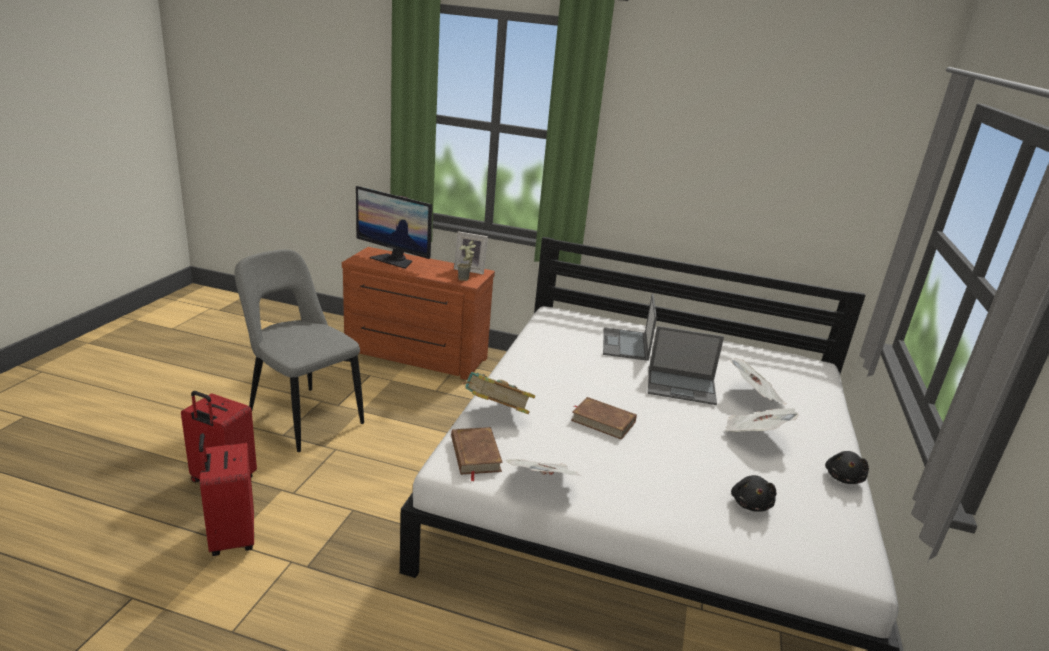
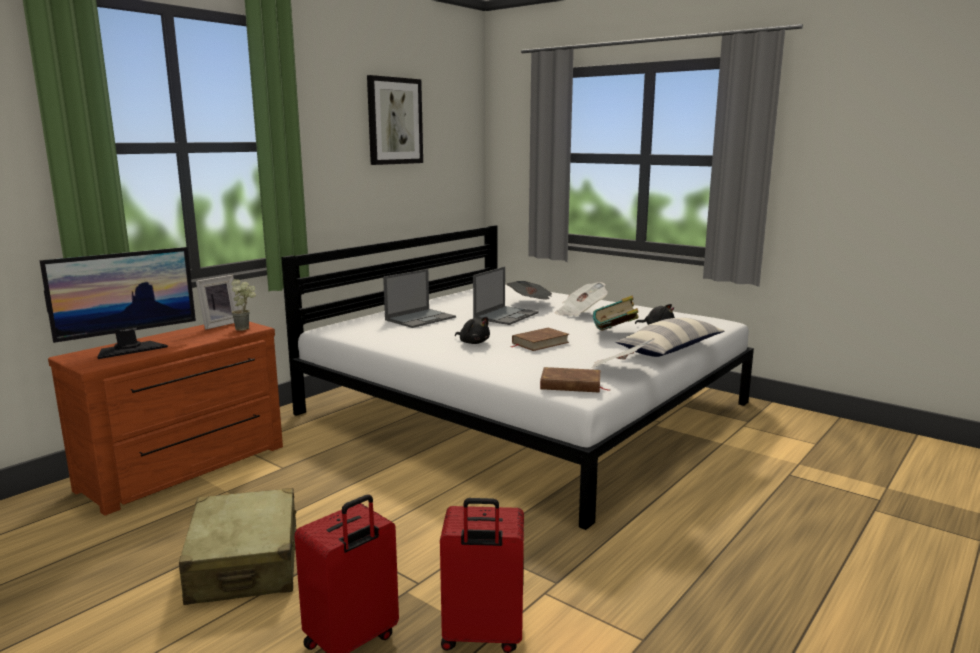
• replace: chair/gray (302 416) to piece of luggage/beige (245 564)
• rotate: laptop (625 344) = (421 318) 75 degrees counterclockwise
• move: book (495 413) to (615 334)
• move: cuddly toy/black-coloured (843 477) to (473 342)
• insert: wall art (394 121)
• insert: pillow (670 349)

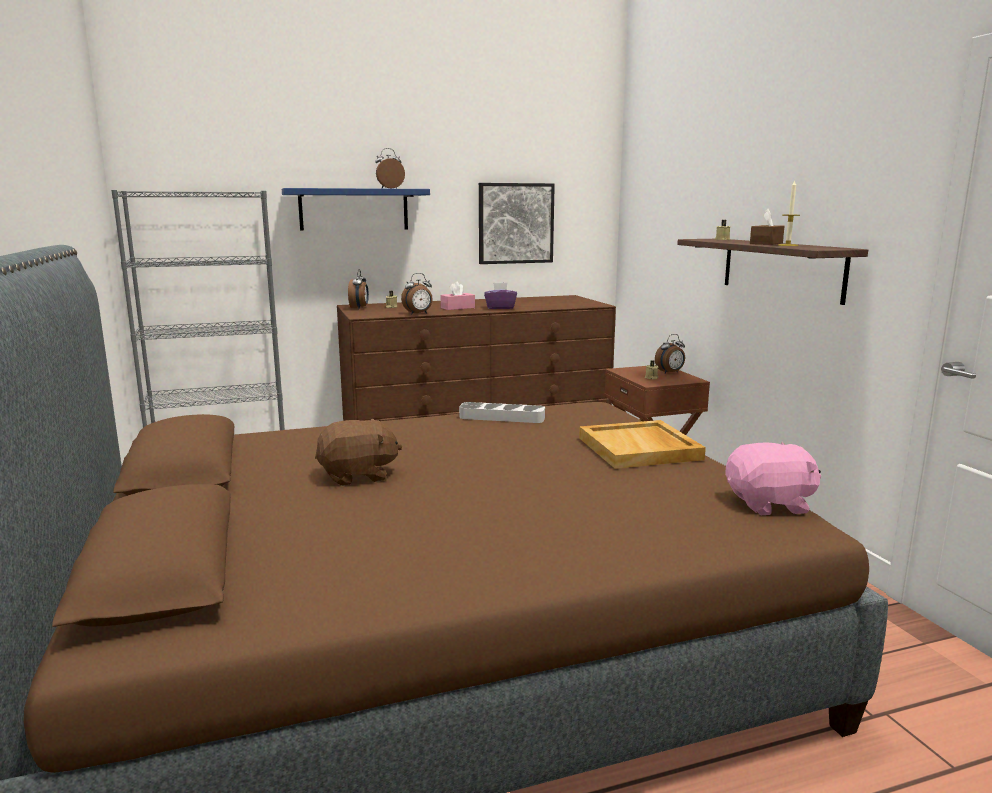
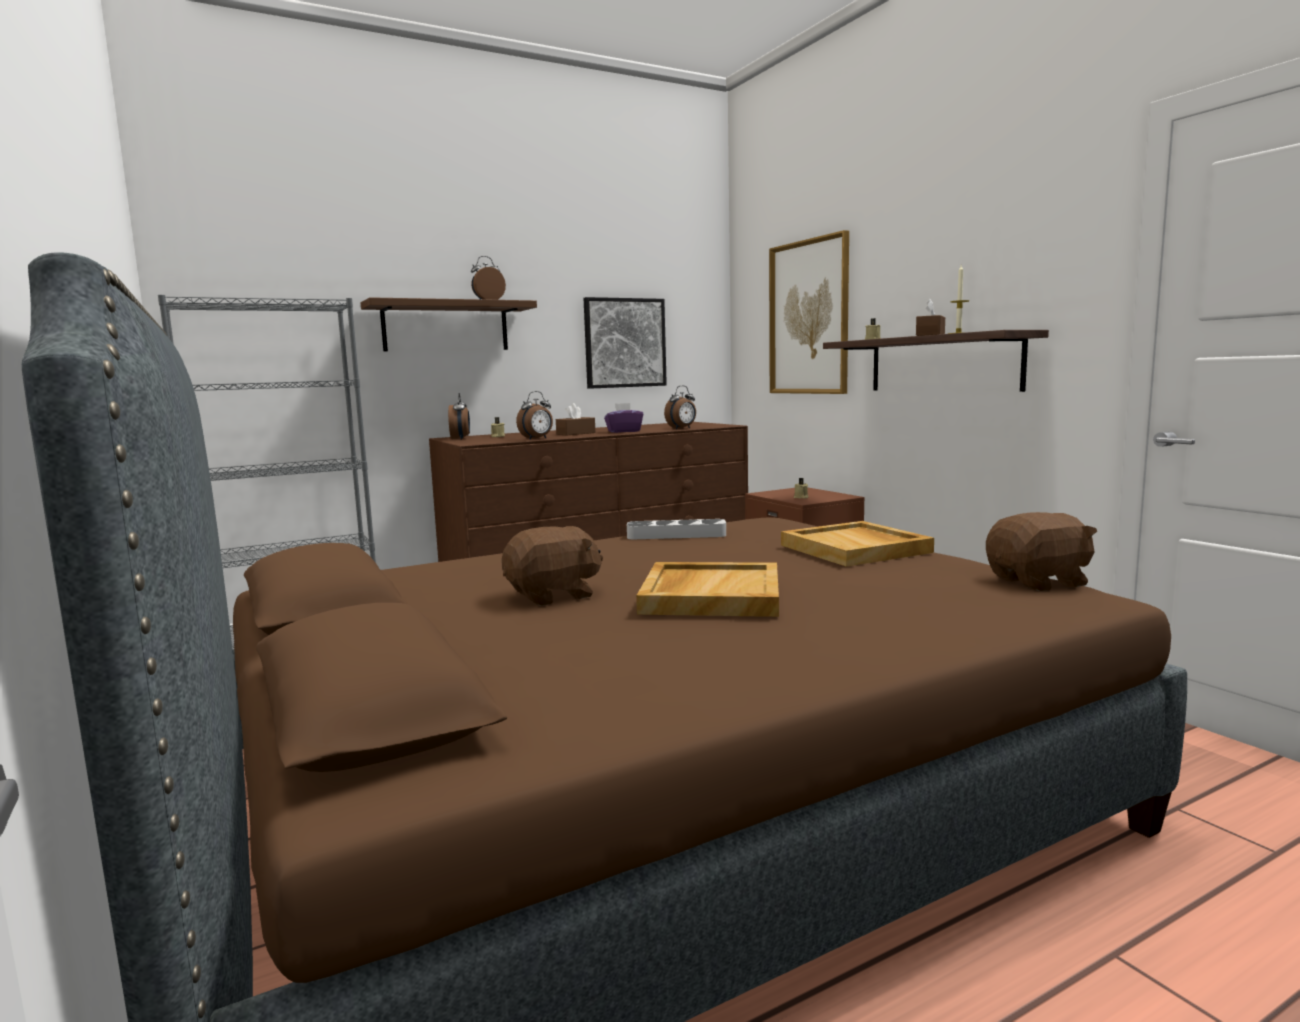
• recolor: wall shelf/blue (354 209) to wall shelf/brownish (445 327)
• recolor: box of tissues/pink-coloured (457 308) to box of tissues/brownish (576 433)
• move: alarm clock (670 373) to (682 428)
• recolor: cuddly toy/pink-coloured (769 504) to cuddly toy/brownish (1039 582)
• insert: wall art (809 318)
• insert: serving tray/beige (710 595)

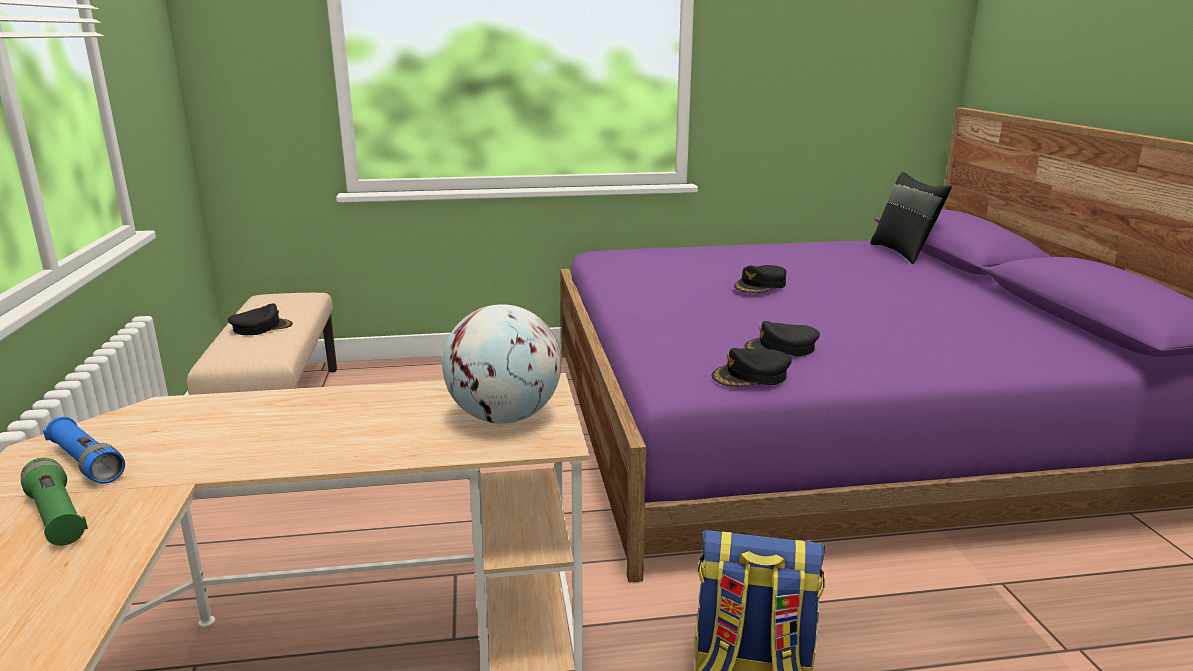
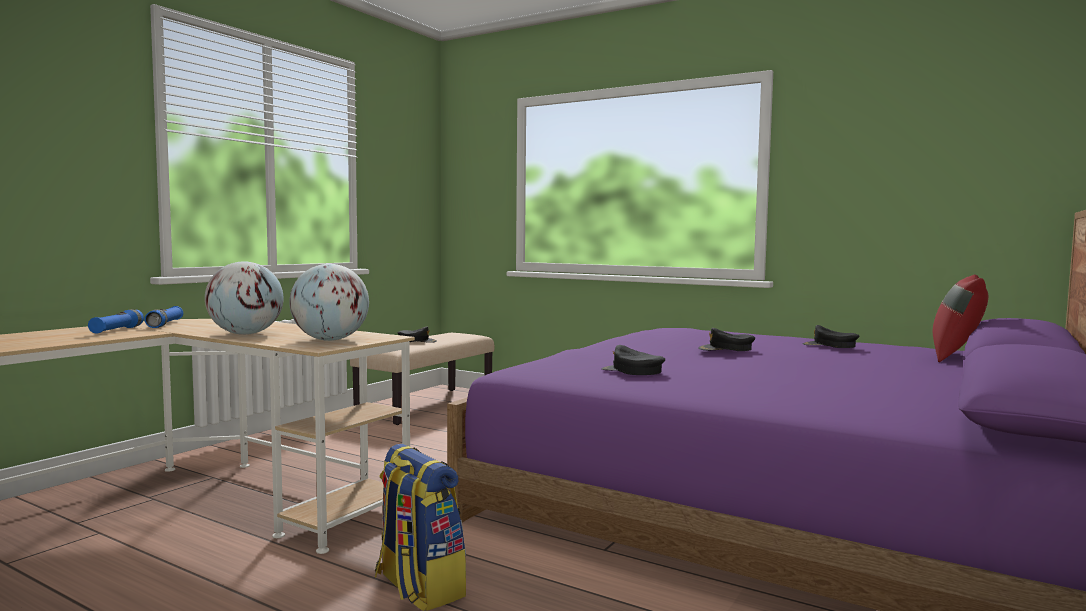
• recolor: pillow/black-coloured (904 253) to pillow/red (956 357)
• move: baseball cap/black-coloured (751 376) to (830 345)
• recolor: flashlight/greenish (57 516) to flashlight/blue (117 330)
• insert: desk globe (245 334)

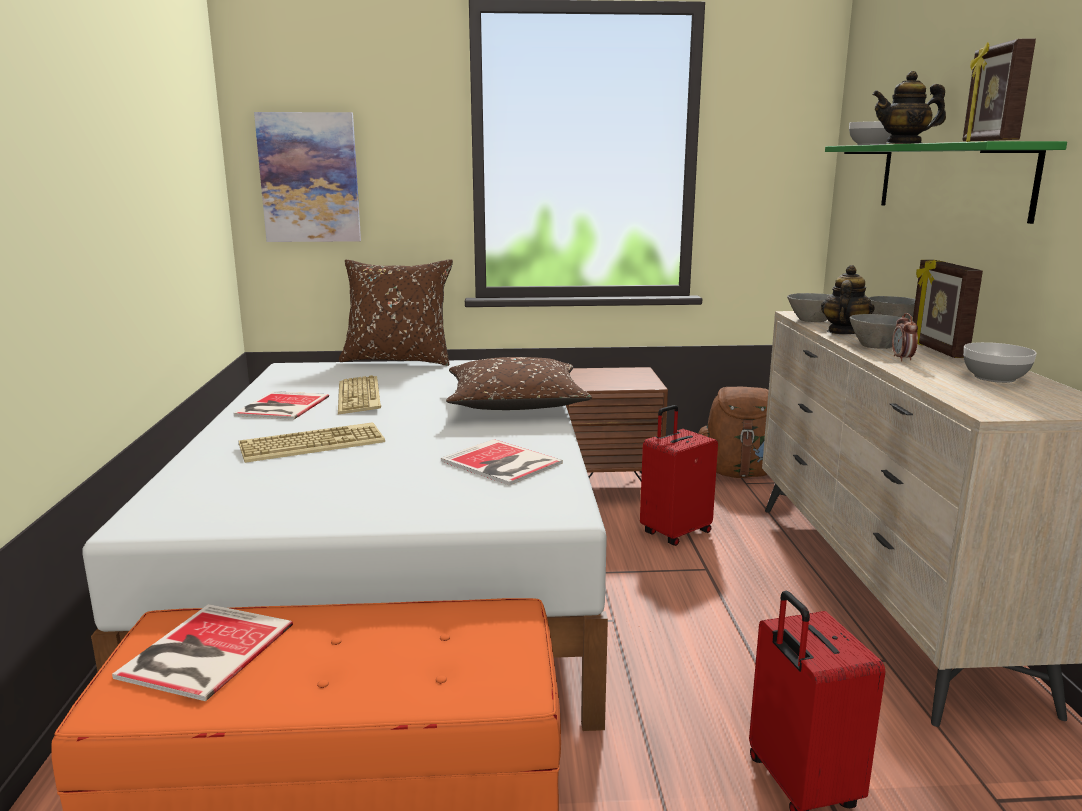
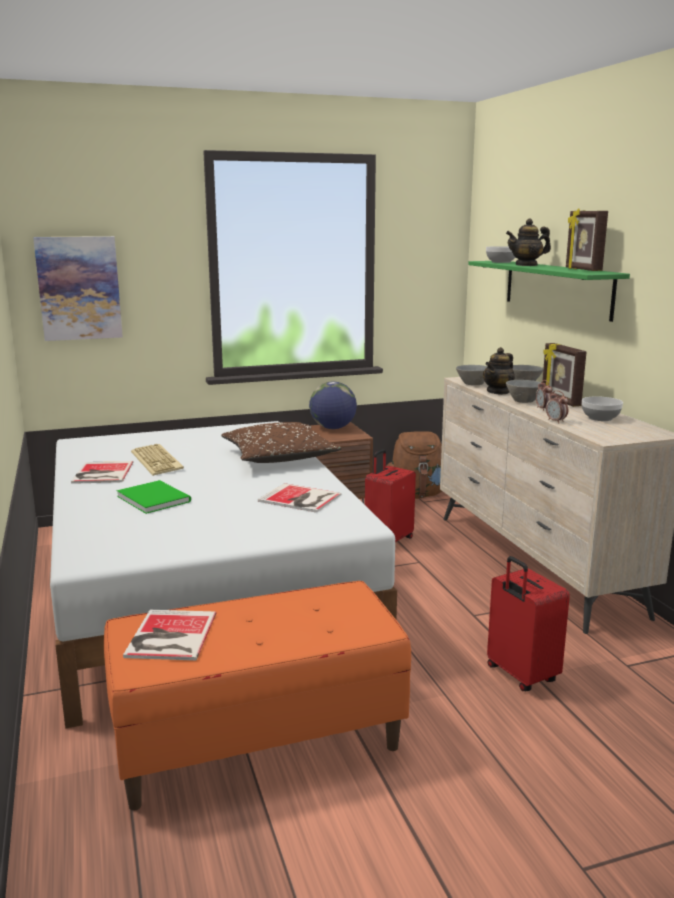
• delete: pillow/brownish (398 360)
• rotate: teapot (843 332) = (498 392) 150 degrees counterclockwise
• replace: PC keyboard (313 443) to book/greenish (154 498)
• insert: desk globe (333 428)
• insert: alarm clock (556 421)

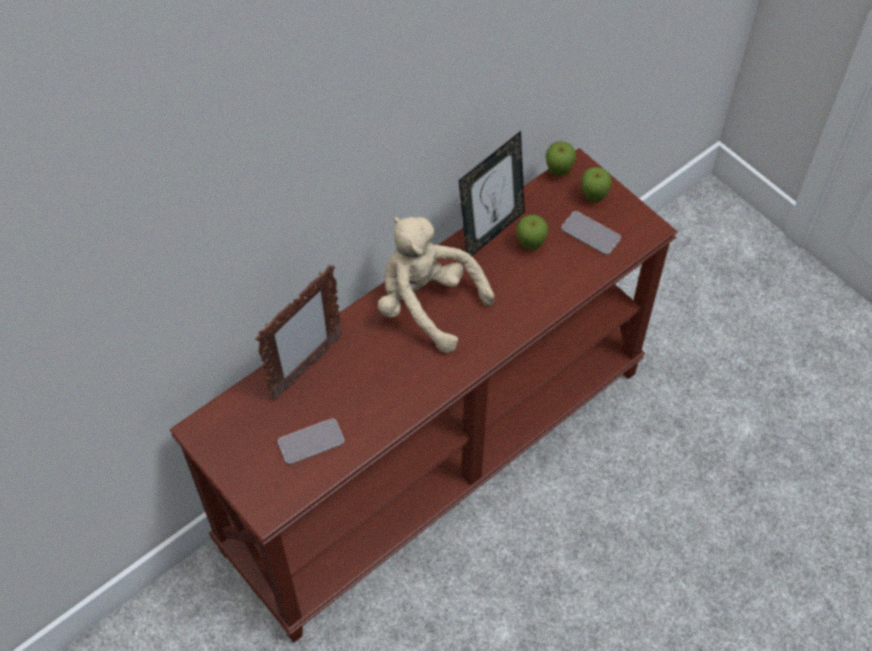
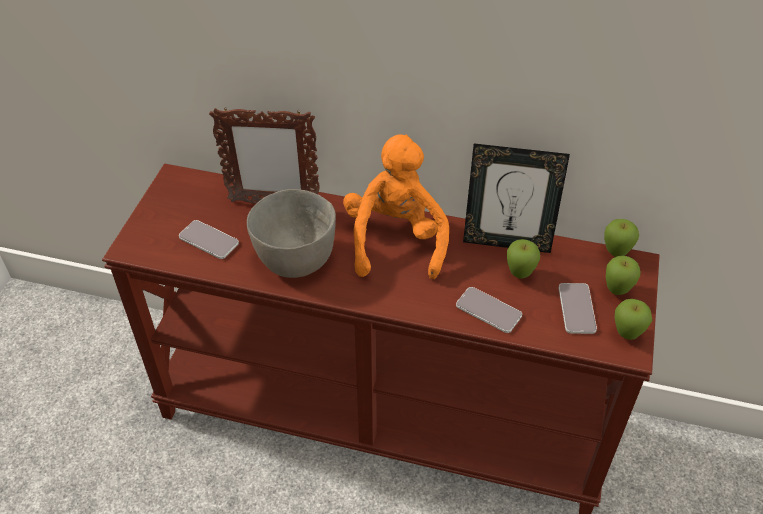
• recolor: cuddly toy/beige (426 304) to cuddly toy/orangey (395 240)
• insert: serving bowl/gray (294 258)
• insert: phone (488 310)
• insert: apple (626 335)

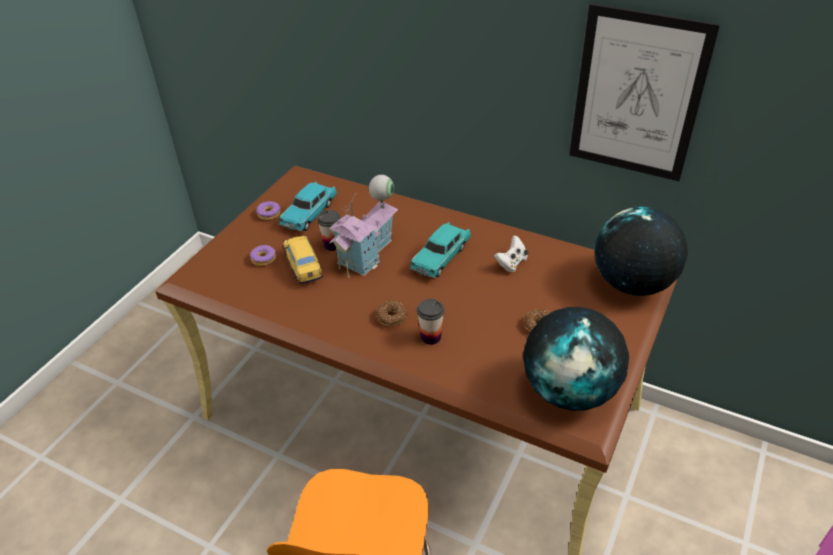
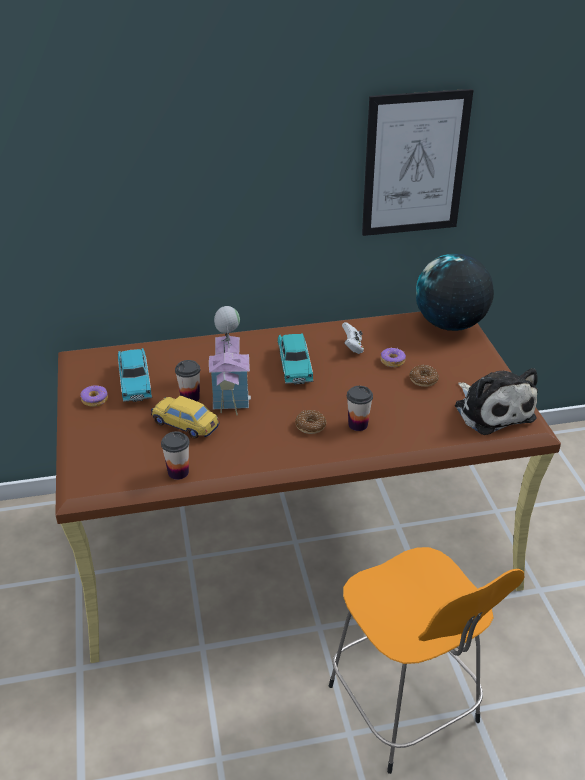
• move: donut (263 259) to (392 361)
• replace: desk globe (570 391) to cuddly toy (492 410)
• insert: small cup (178 472)

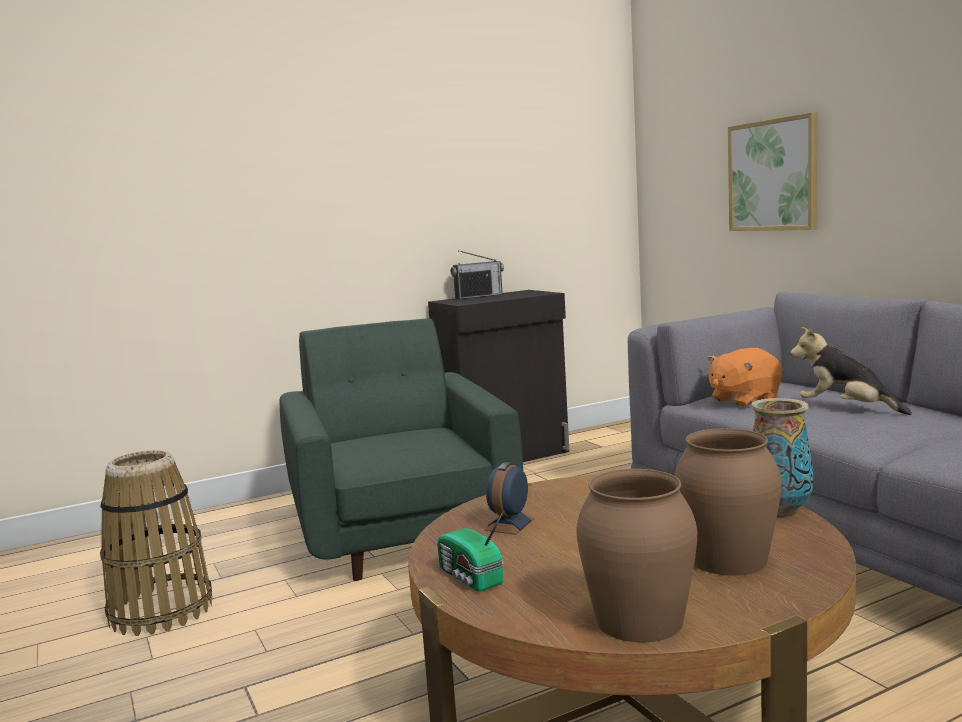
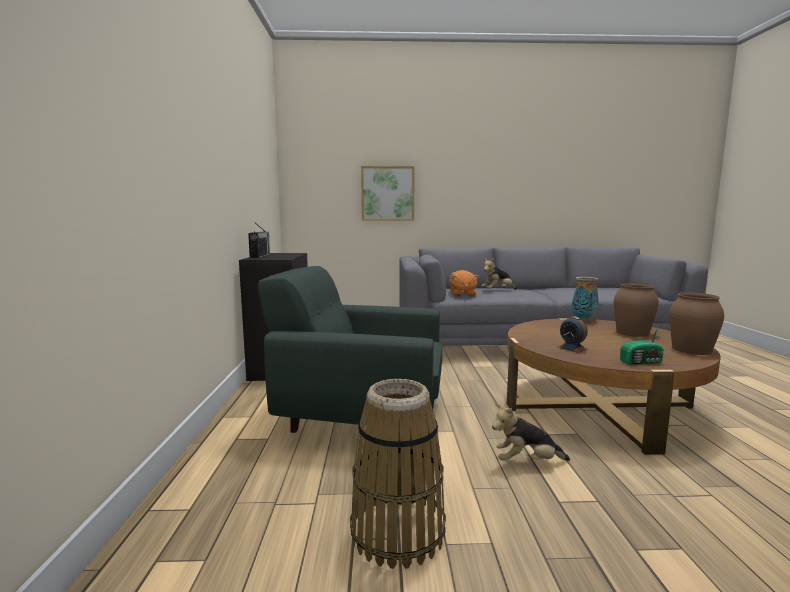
• insert: cuddly toy (527 462)

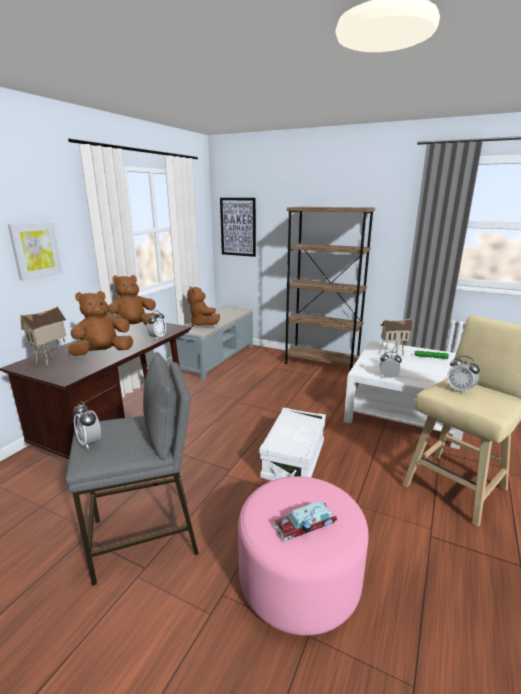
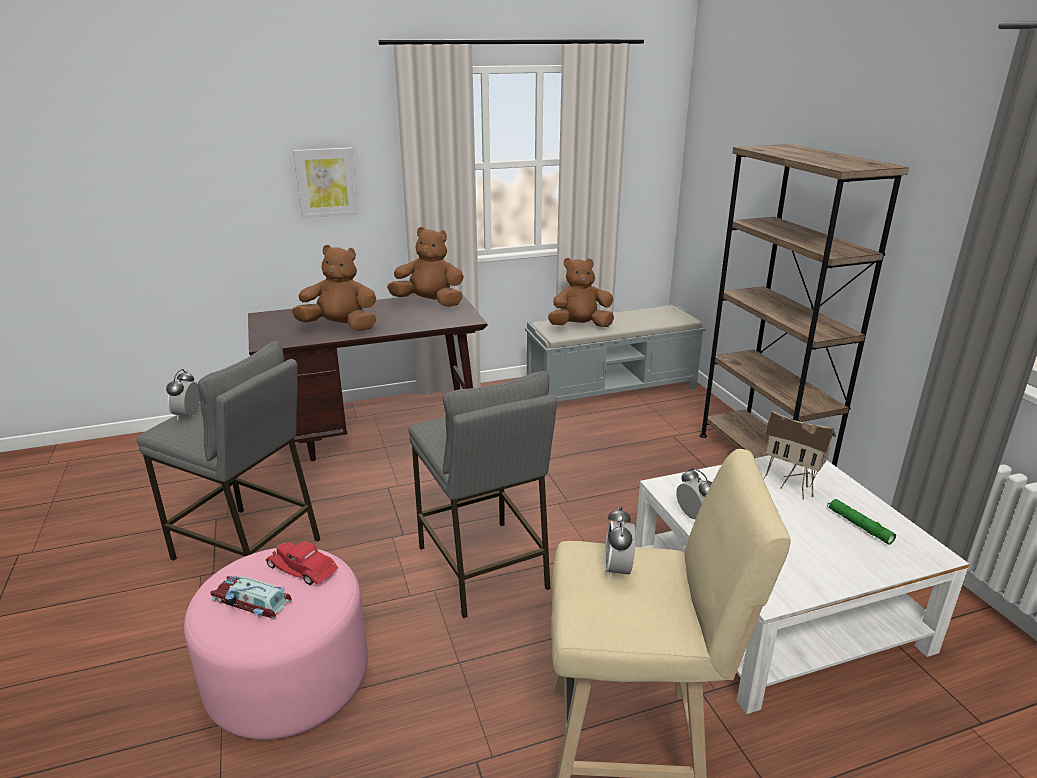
• delete: wall art (238 227)
• rotate: cuddly toy/brownish (203 325) = (580 326) 60 degrees clockwise
• delete: toy house (52 360)
• delete: alarm clock (157 337)
• replace: storage container/whitish (294 460) to stool seat/gray (483 567)
• insert: toy car/red (303 568)

